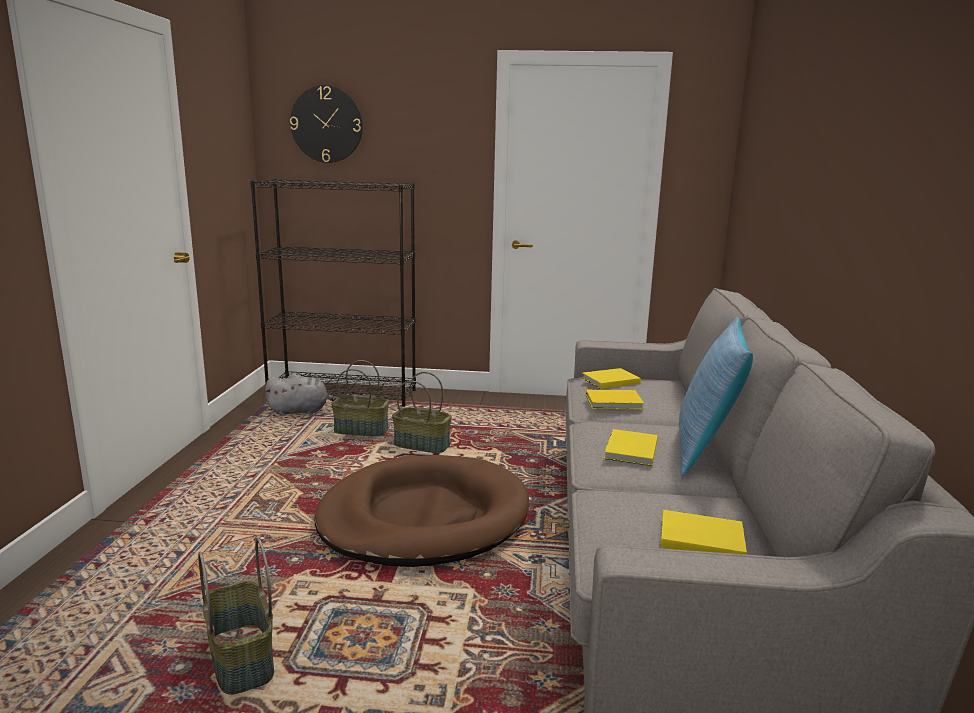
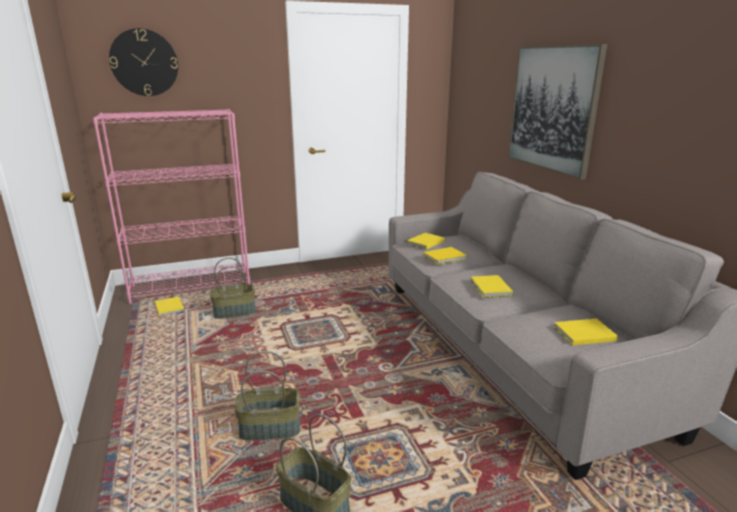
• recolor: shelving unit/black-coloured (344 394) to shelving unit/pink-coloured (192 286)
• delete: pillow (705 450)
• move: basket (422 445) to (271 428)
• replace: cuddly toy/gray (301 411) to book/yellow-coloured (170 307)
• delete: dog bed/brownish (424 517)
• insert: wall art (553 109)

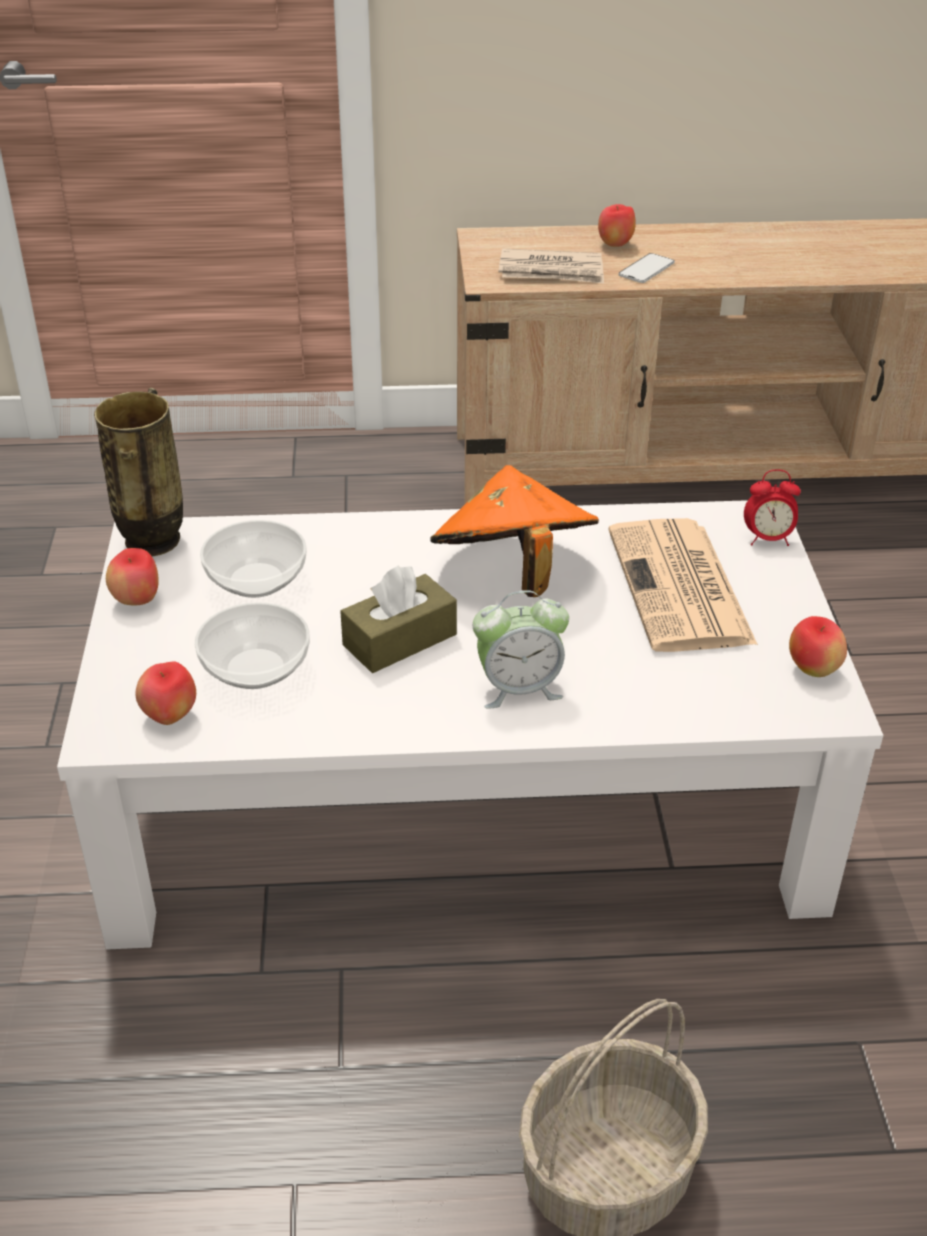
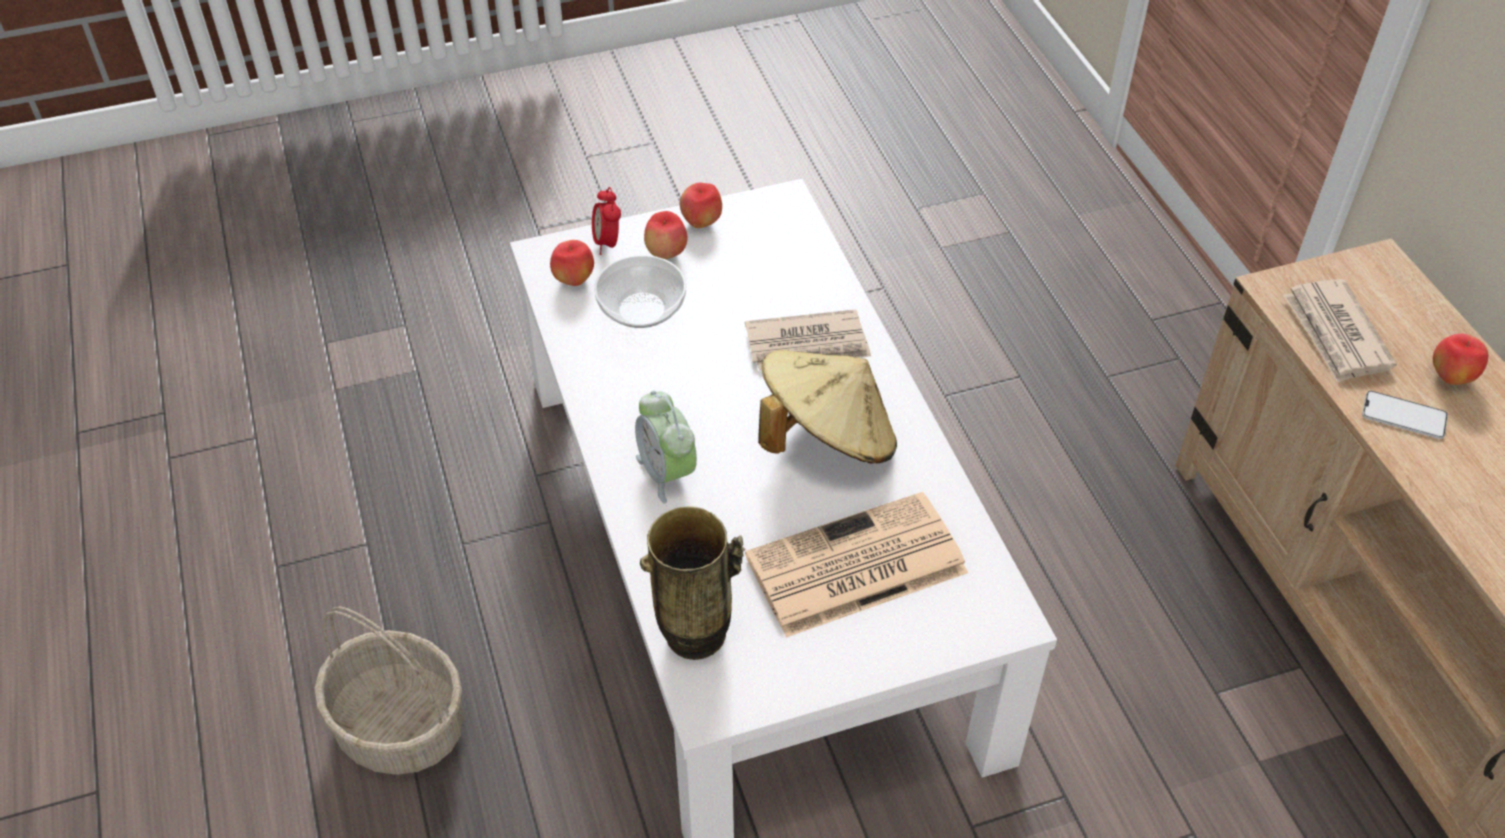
• move: vase (153 542) to (695 637)
• recolor: clothing hat/orangey (512 574) to clothing hat/beige (826 438)
• move: alarm clock (767 539) to (607 243)
• delete: serving bowl (255 581)
• delete: box of tissues/brownish (400 640)
• move: apple (813 670) to (666 254)
• insert: printed paper (808 345)

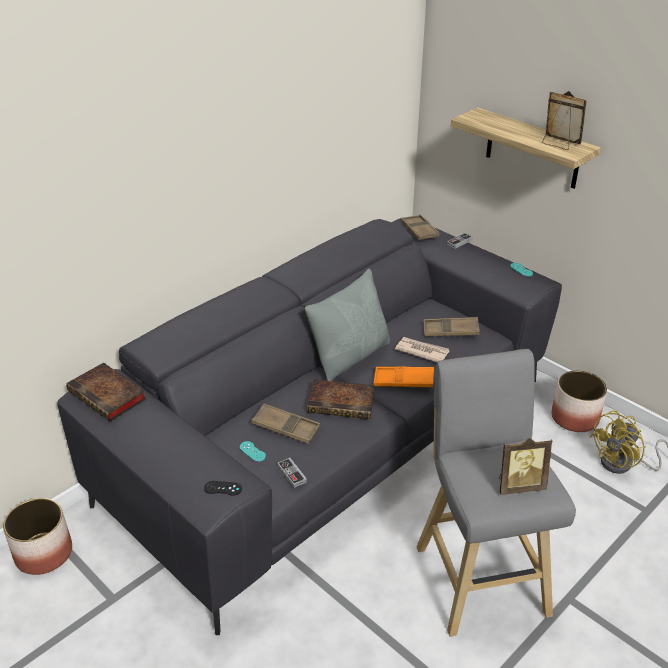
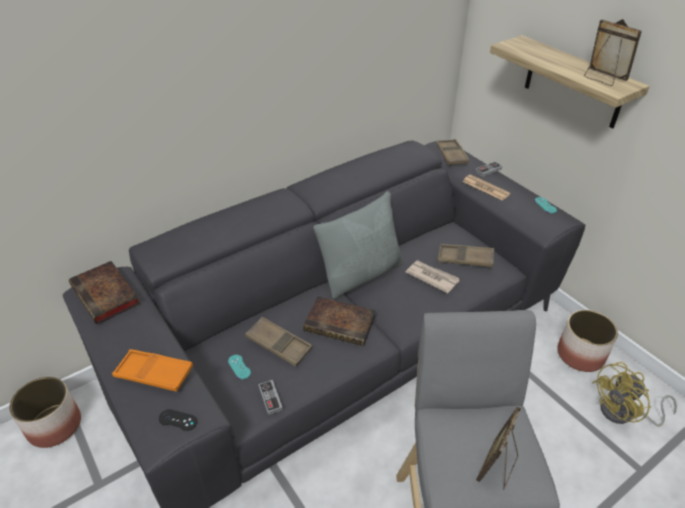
• move: serving tray/orangey (403 381) to (154 374)
• rotate: picture frame (519 485) = (497 467) 120 degrees clockwise
• insert: printed paper (485 188)

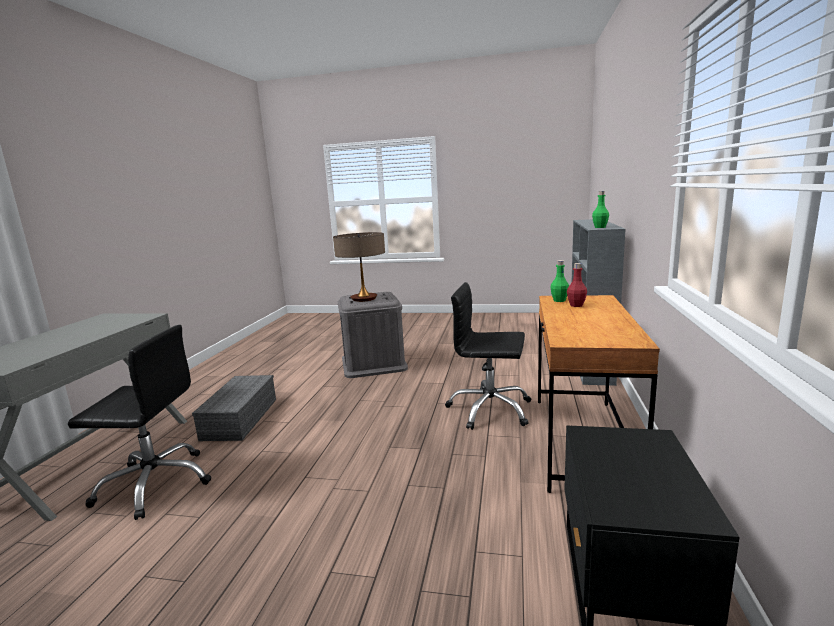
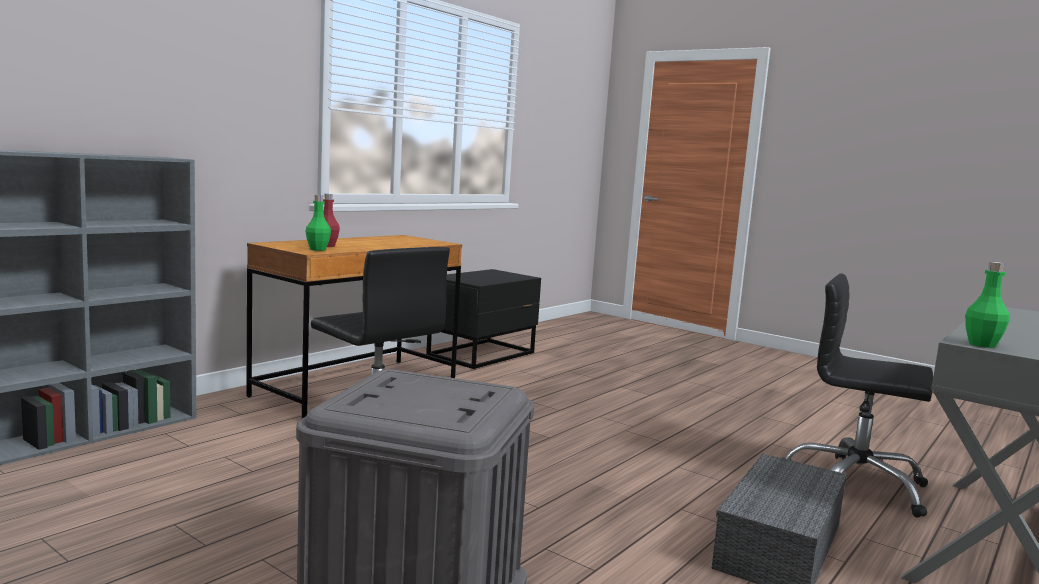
• move: drink bottle/greenish (600 227) to (982 345)
• delete: table lamp (364 299)

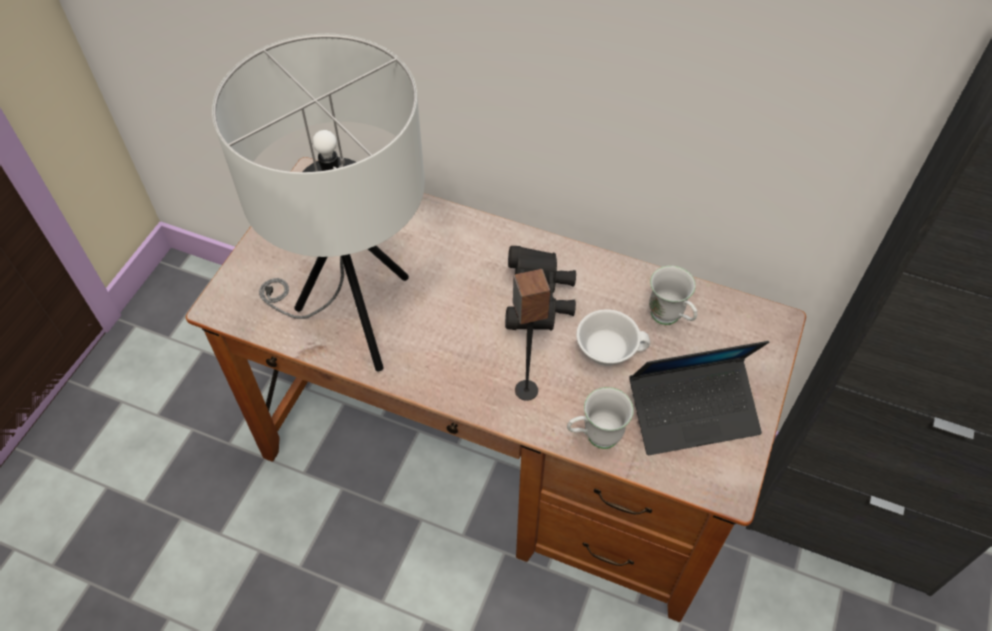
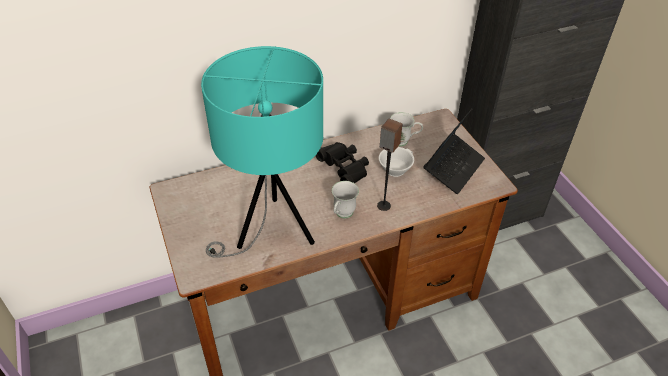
• recolor: table lamp/whitish (354 316) to table lamp/turquoise (271 232)
• move: coffee mug/whitish (594 437) to (342 215)

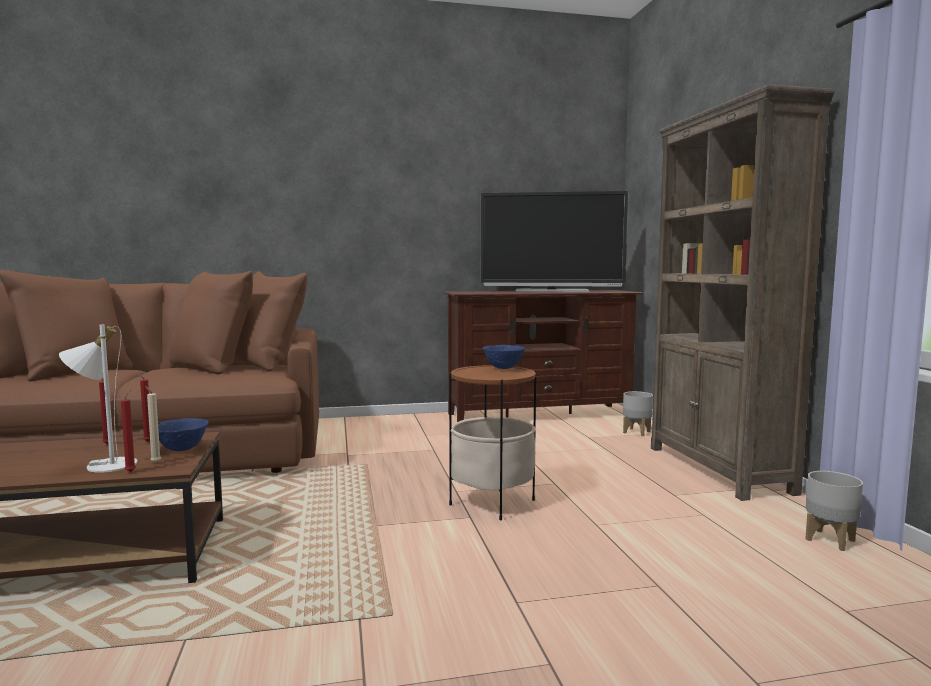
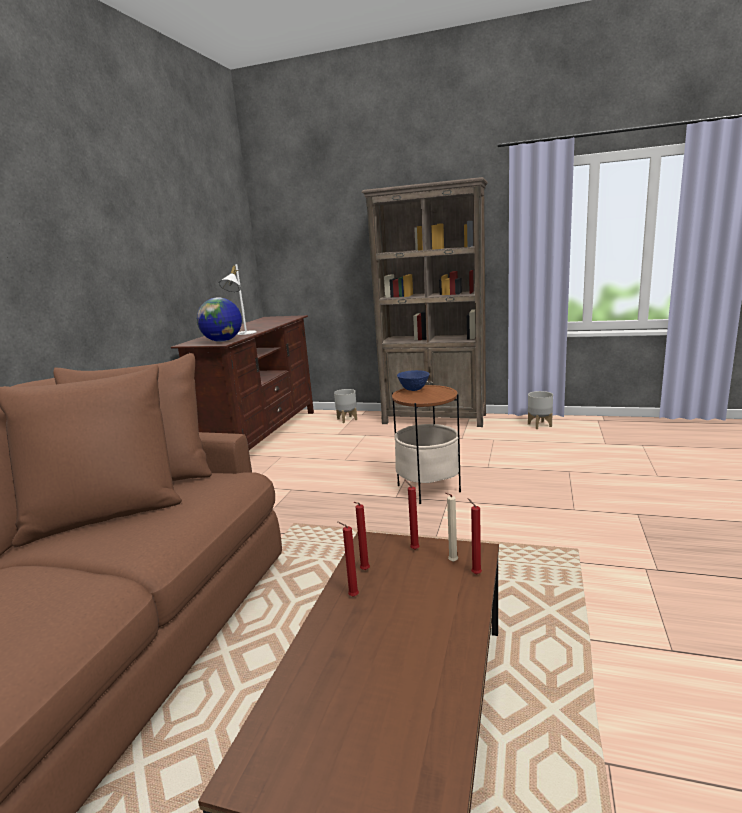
• delete: TV set (551 291)
• move: table lamp/whitish (104 464) to (242 333)
• replace: serving bowl/blue (182 449) to wax candle/red (413 549)
• insert: desk globe (222 341)

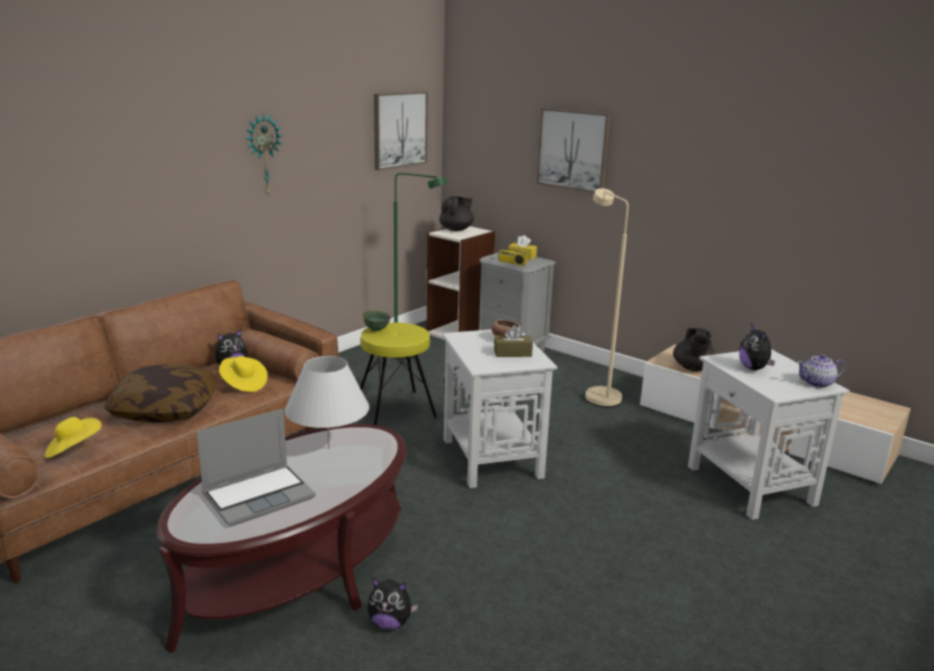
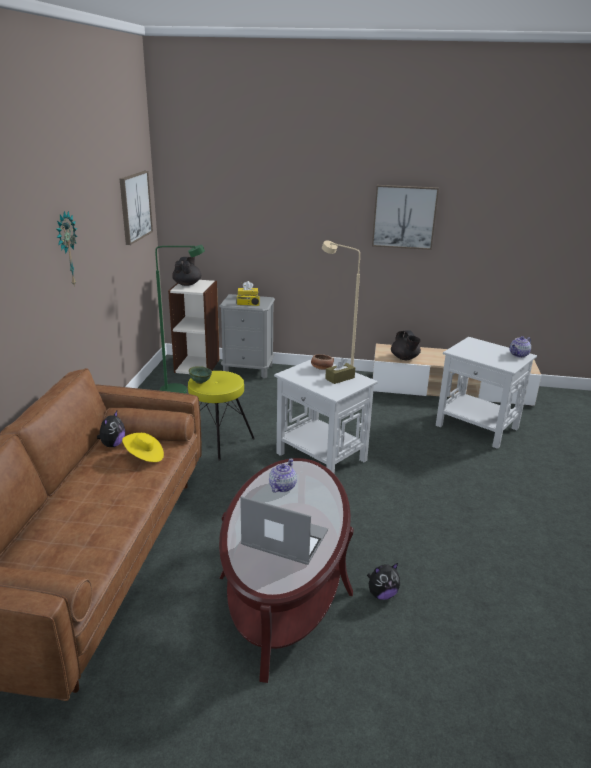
• move: wall art (573 150) to (404 217)
• delete: cuddly toy (754 368)
• replace: table lamp/whitish (328 448) to teapot (282 487)
• delete: pillow (166 410)
• rotate: laptop (259 495) = (283 539) 90 degrees counterclockwise
• delete: clothing hat/yellow-coloured (74 450)

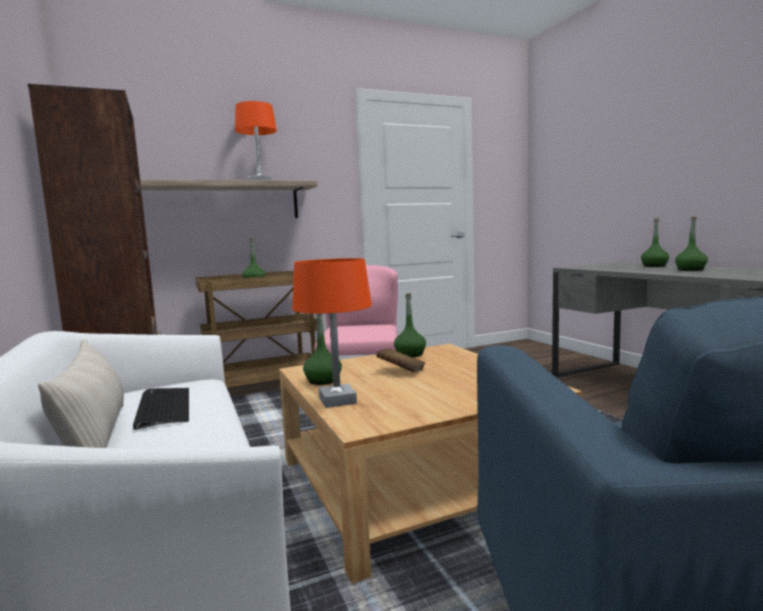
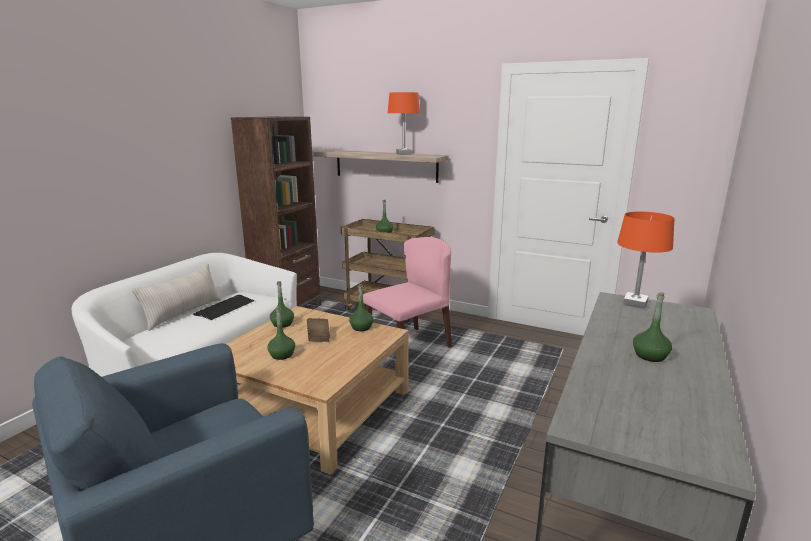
• move: drink bottle/greenish (654 266) to (282 355)
• move: table lamp/orangey (337 400) to (635 303)

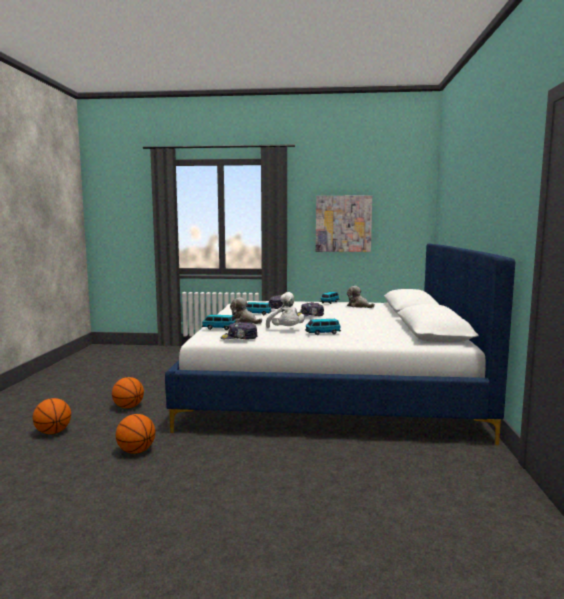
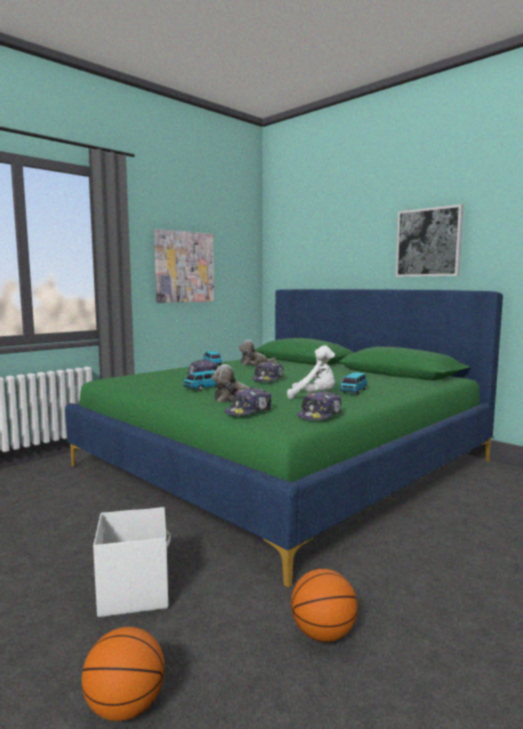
• recolor: bedroom bed/whitish (328 387) to bedroom bed/greenish (283 463)
• replace: toy car (219 328) to baseball cap (249 411)
• replace: basketball ball (128 407) to storage container/whitish (135 591)
• insert: wall art (428 242)

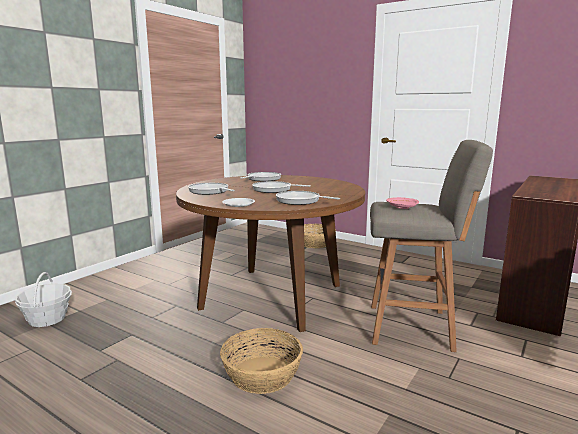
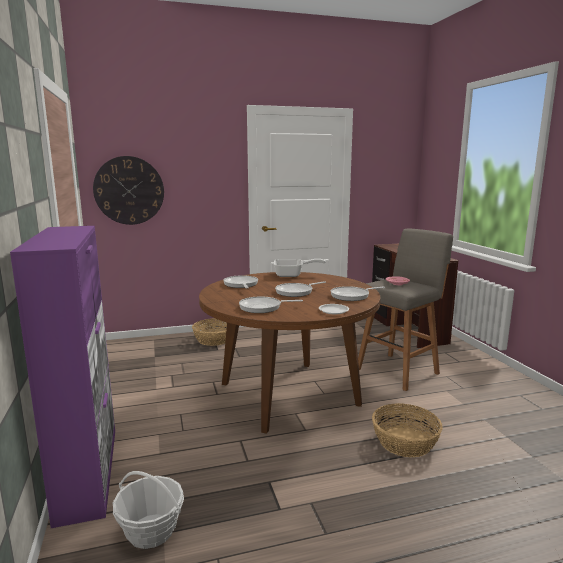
• insert: hanging clock (129 190)
• insert: cupboard/purple (88 471)
• insert: frying pan (292 275)

